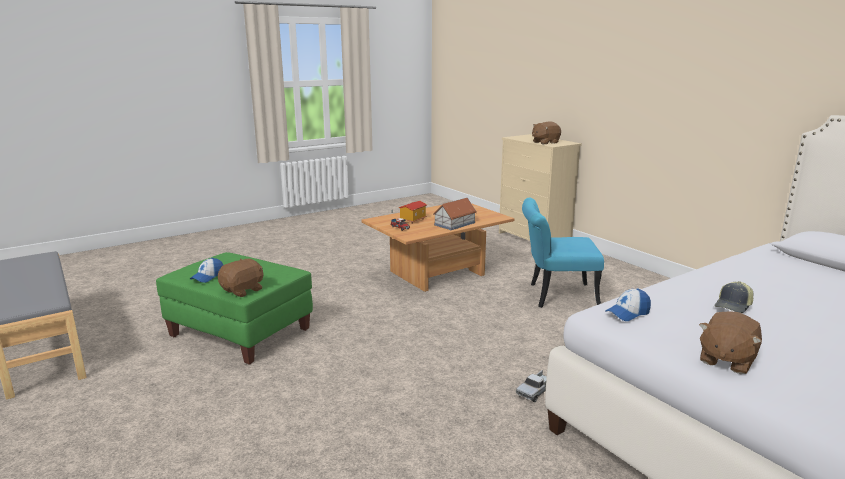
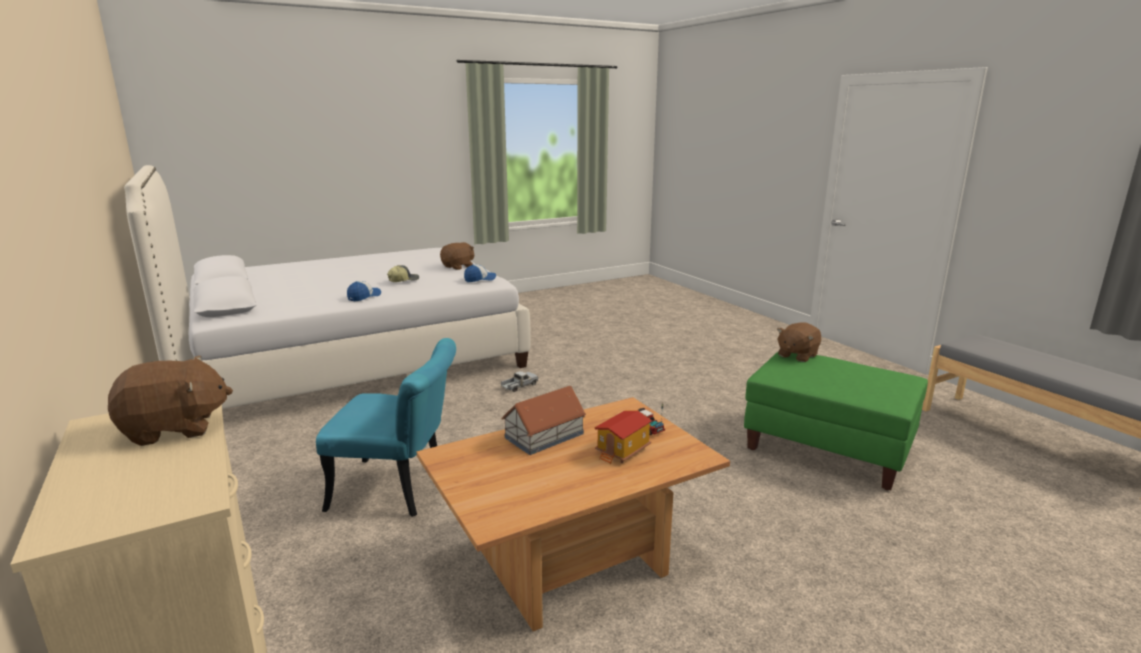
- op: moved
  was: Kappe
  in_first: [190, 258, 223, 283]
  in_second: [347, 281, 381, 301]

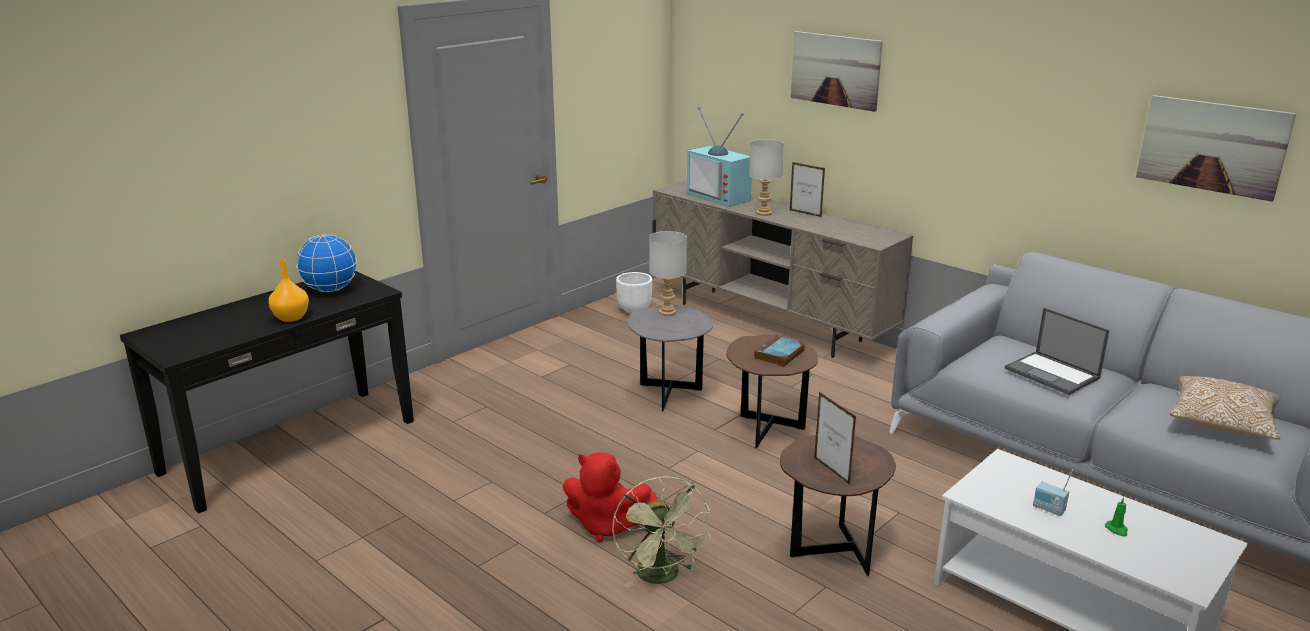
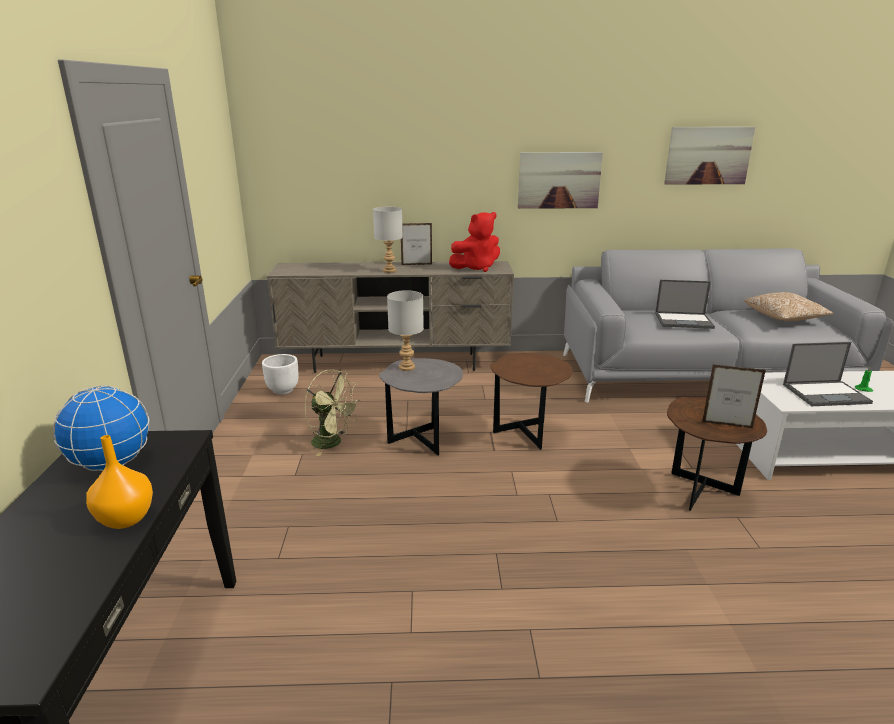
- op: moved
  was: Bild
  in_first: [791, 31, 883, 112]
  in_second: [518, 152, 603, 209]
- op: removed
  was: Fernseher
  in_first: [687, 106, 752, 207]
- op: removed
  was: Buch
  in_first: [755, 335, 805, 367]
- op: moved
  was: Plüschtier (rot)
  in_first: [563, 452, 658, 542]
  in_second: [449, 212, 500, 272]
- op: replaced
  was: Radio
  now: Laptop
  in_first: [1033, 469, 1073, 516]
  in_second: [783, 342, 873, 406]
- op: moved
  was: Ventilator (grün)
  in_first: [612, 476, 711, 588]
  in_second: [304, 369, 361, 456]

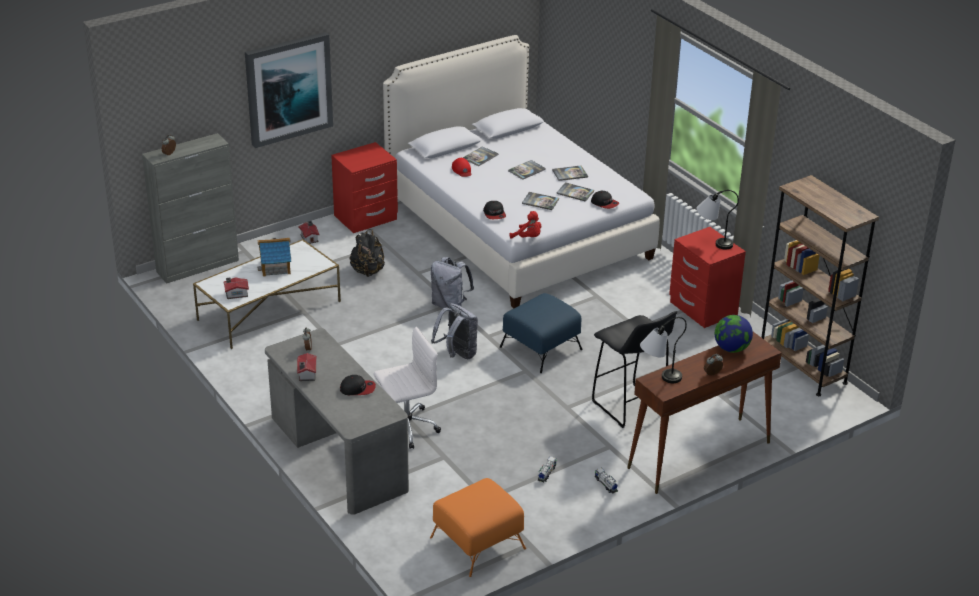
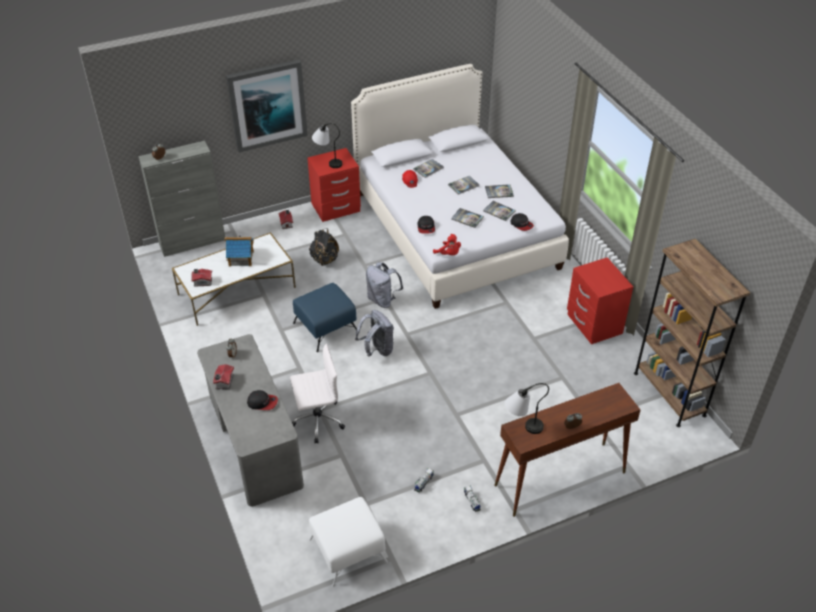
- op: moved
  was: Tischlampe
  in_first: [696, 190, 739, 250]
  in_second: [312, 123, 342, 168]
- op: moved
  was: Polsterhocker (blau)
  in_first: [500, 293, 583, 373]
  in_second: [293, 283, 357, 352]
- op: removed
  was: Hocker (schwarz)
  in_first: [592, 311, 677, 428]
- op: removed
  was: Globus
  in_first: [715, 315, 753, 353]
- op: recoloured
  was: Polsterhocker (orange)
  now: Polsterhocker (weiß)
  in_first: [430, 478, 526, 577]
  in_second: [309, 497, 388, 587]

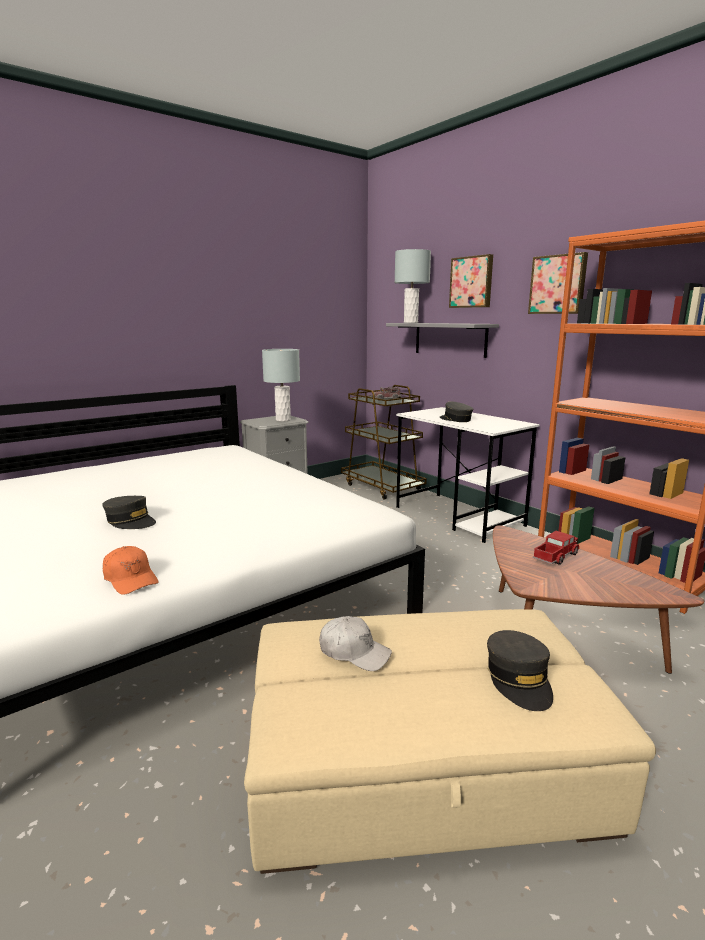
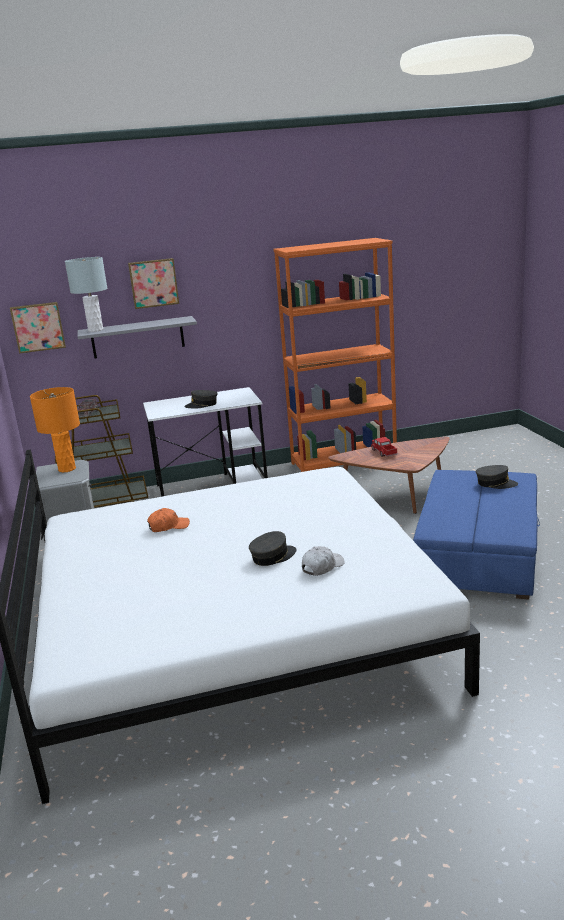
- op: moved
  was: Bild
  in_first: [528, 252, 588, 314]
  in_second: [10, 302, 66, 354]
- op: recoloured
  was: Tischlampe (grau)
  now: Tischlampe (orange)
  in_first: [262, 349, 300, 421]
  in_second: [30, 387, 80, 472]
- op: moved
  was: Kappe (orange)
  in_first: [103, 546, 158, 595]
  in_second: [147, 508, 190, 532]
- op: recoloured
  was: Polsterhocker (beige)
  now: Polsterhocker (blau)
  in_first: [244, 609, 656, 874]
  in_second: [413, 470, 540, 600]
- op: moved
  was: Kappe (weiß)
  in_first: [319, 616, 392, 671]
  in_second: [302, 546, 345, 576]

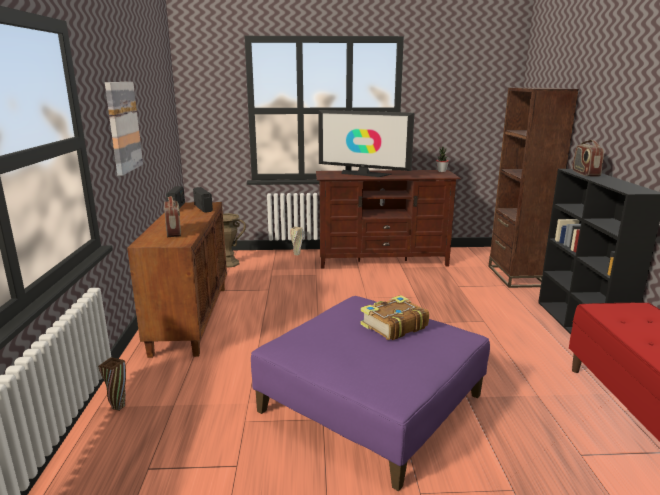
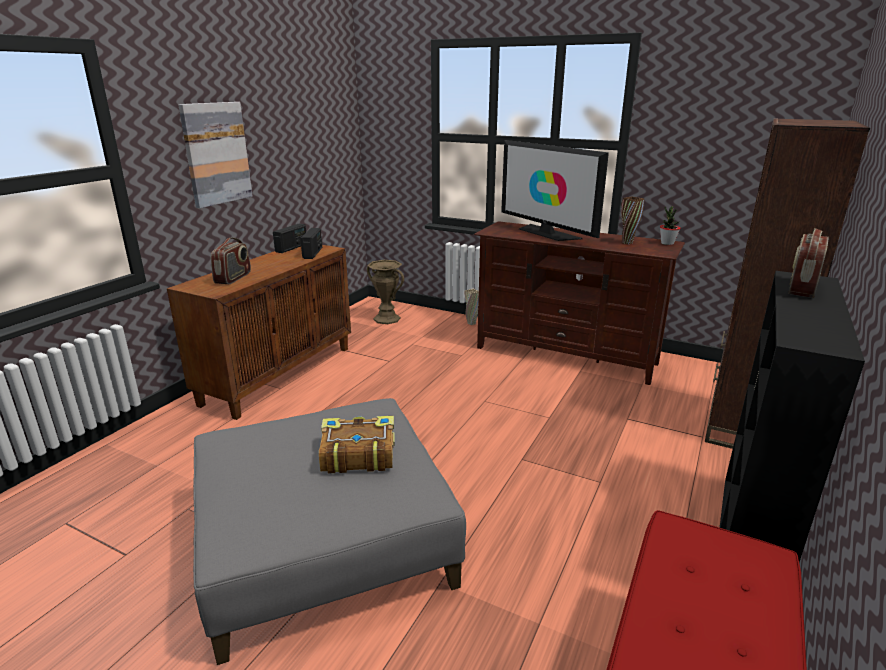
- op: recoloured
  was: Polsterhocker (lila)
  now: Polsterhocker (grau)
  in_first: [251, 296, 490, 491]
  in_second: [193, 398, 466, 665]
- op: moved
  was: Vase (braun)
  in_first: [98, 357, 126, 411]
  in_second: [621, 196, 644, 245]

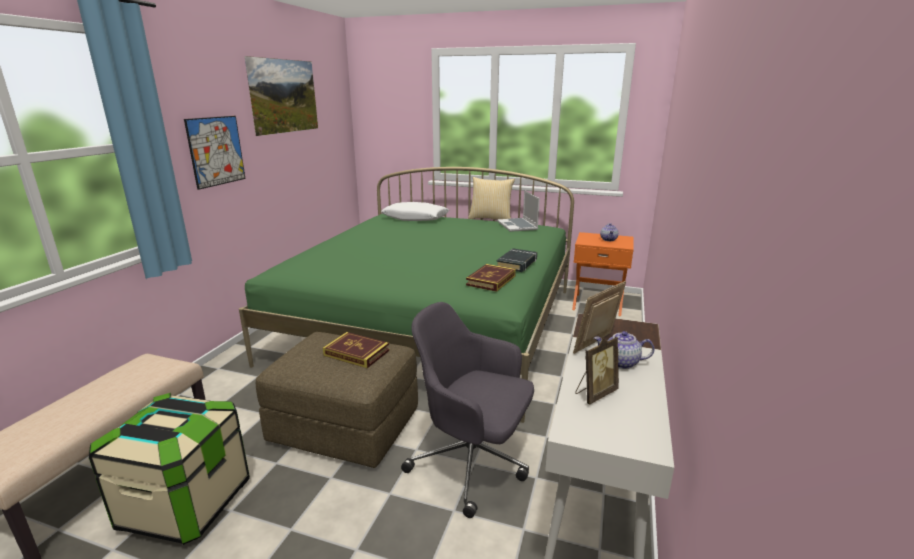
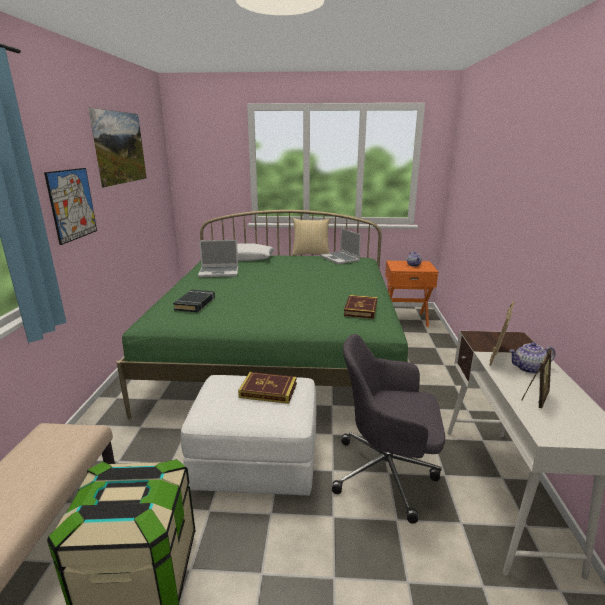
- op: moved
  was: Buch (schwarz)
  in_first: [497, 248, 537, 272]
  in_second: [173, 290, 215, 312]
- op: recoloured
  was: Polsterhocker (braun)
  now: Polsterhocker (weiß)
  in_first: [256, 332, 418, 468]
  in_second: [181, 375, 316, 496]
- op: added
  now: Laptop
  in_second: [198, 240, 238, 277]

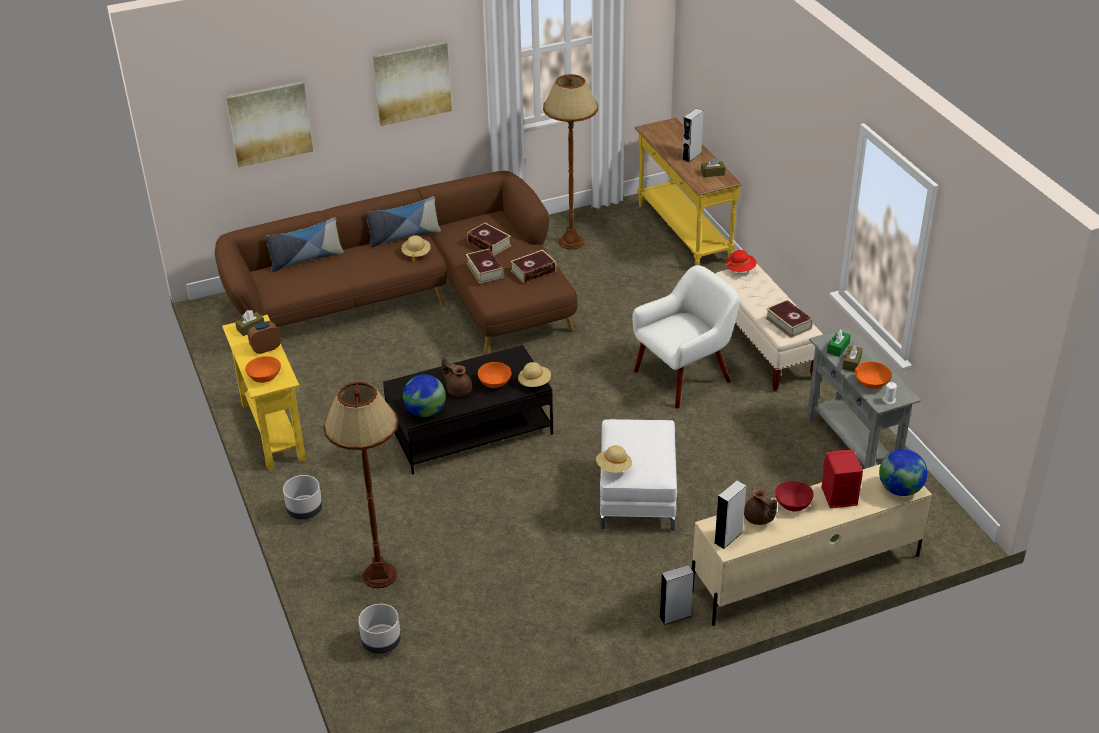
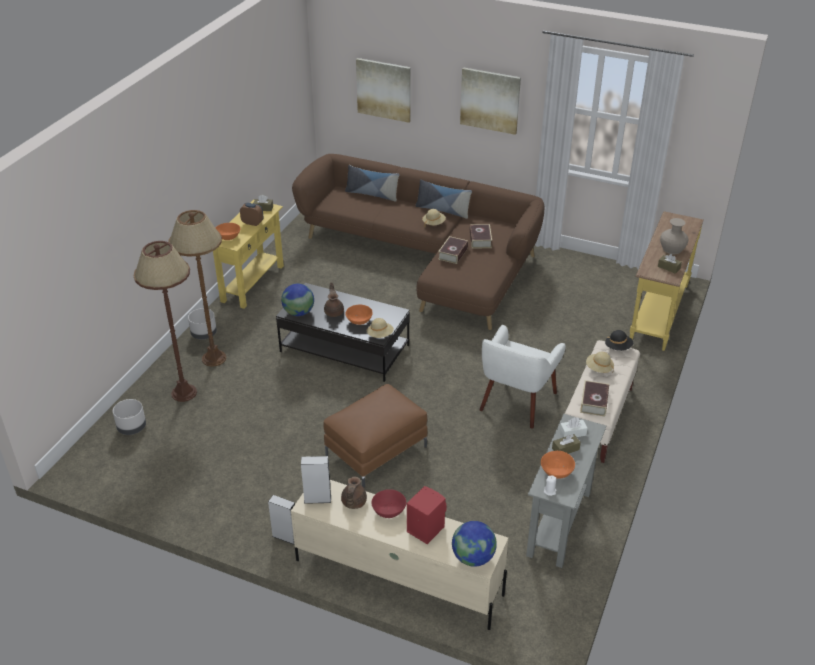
- op: moved
  was: Stehlampe (braun)
  in_first: [543, 74, 598, 250]
  in_second: [168, 210, 226, 367]
- op: replaced
  was: Lautsprecher (grau)
  now: Vase (beige)
  in_first: [682, 108, 704, 162]
  in_second: [660, 218, 688, 254]
- op: removed
  was: Buch
  in_first: [510, 250, 556, 283]
- op: recoloured
  was: Hut (rot)
  now: Hut (schwarz)
  in_first: [725, 250, 756, 272]
  in_second: [605, 330, 633, 351]
- op: turned
  was: Sessel (weiß)
  in_first: [632, 265, 739, 409]
  in_second: [479, 325, 566, 429]
  clockwise: 105
- op: recoloured
  was: Taschentuchbox (grün)
  now: Taschentuchbox (weiß)
  in_first: [827, 330, 851, 357]
  in_second: [559, 417, 588, 437]
- op: recoloured
  was: Polsterhocker (weiß)
  now: Polsterhocker (braun)
  in_first: [600, 419, 677, 531]
  in_second: [323, 384, 428, 488]
- op: moved
  was: Hut (beige)
  in_first: [596, 445, 632, 473]
  in_second: [586, 352, 614, 373]

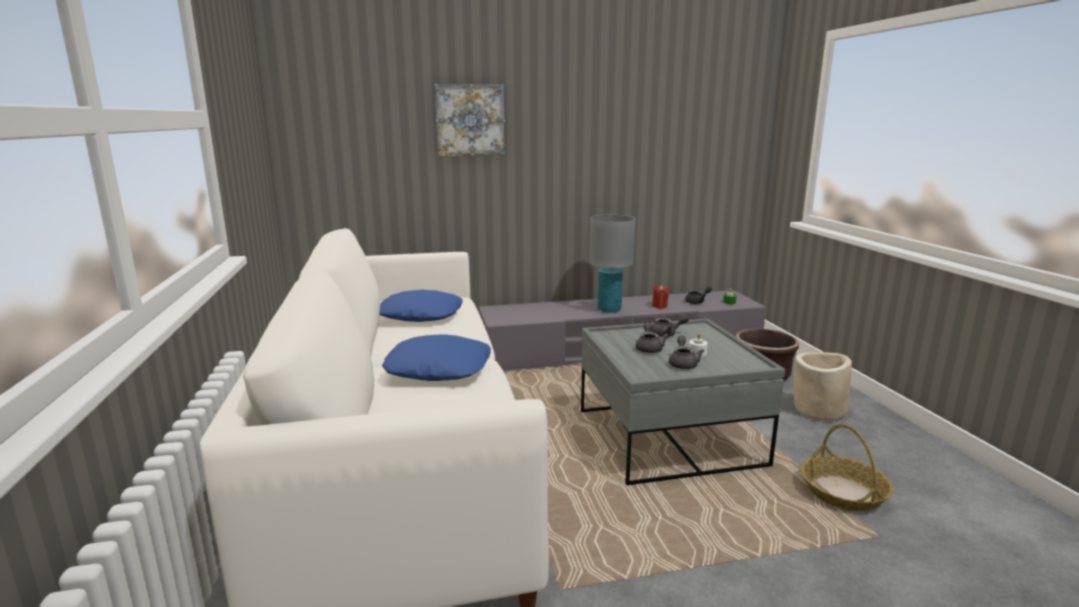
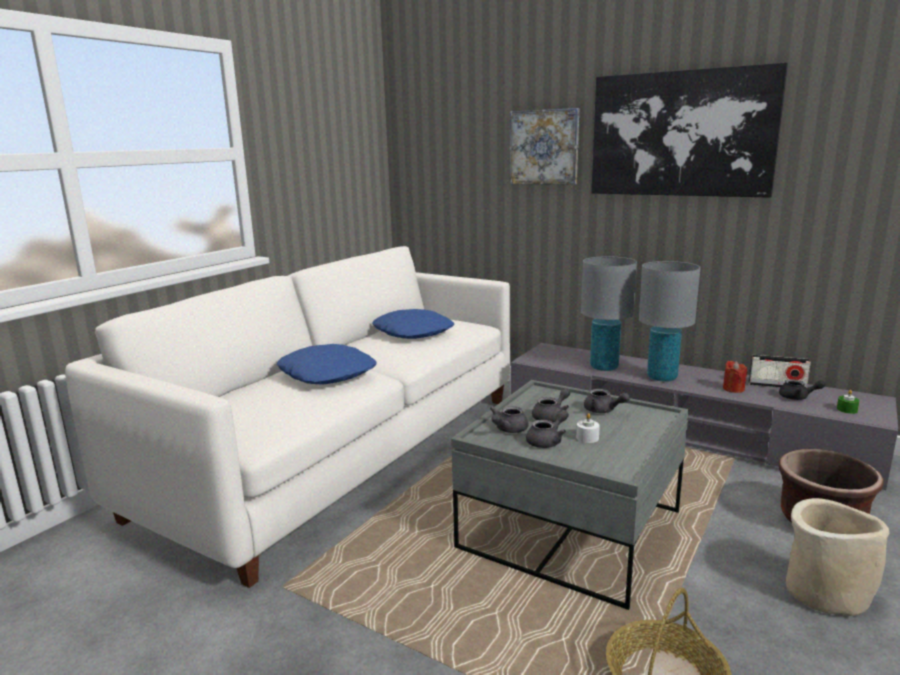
- op: added
  now: Bild
  in_second: [591, 62, 788, 198]
- op: added
  now: Tischlampe (grau)
  in_second: [581, 256, 637, 371]
- op: added
  now: Radio
  in_second: [749, 355, 811, 388]
- op: added
  now: Teekanne (grau)
  in_second: [490, 406, 528, 433]

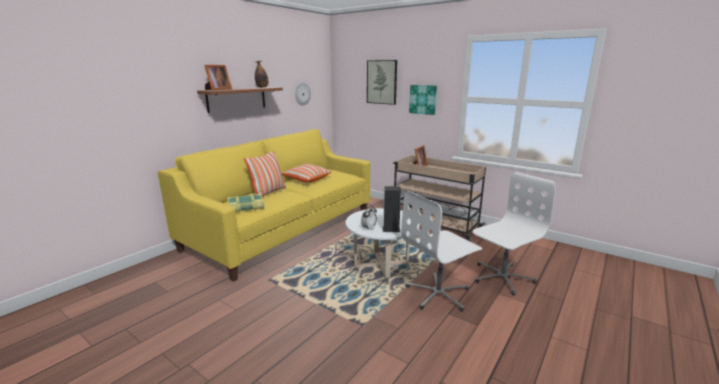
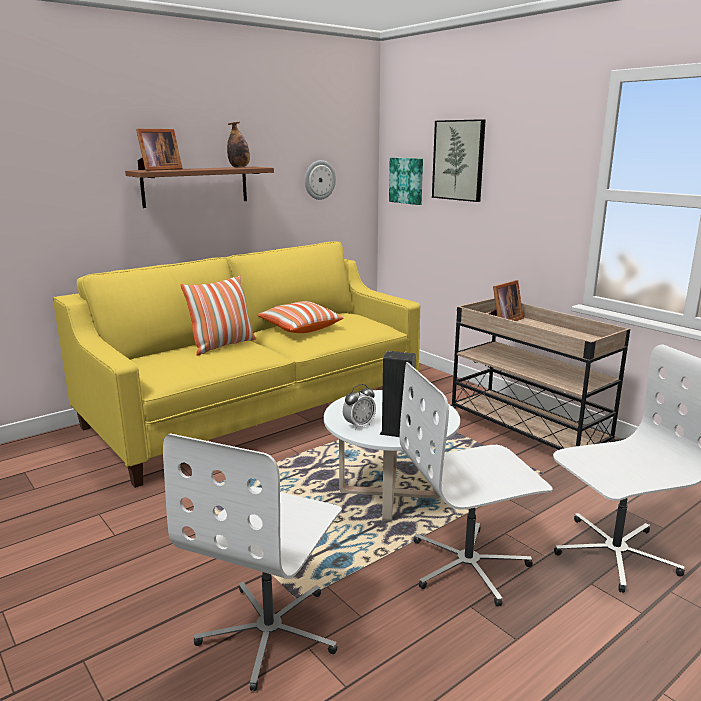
- op: moved
  was: Bild
  in_first: [409, 85, 437, 115]
  in_second: [389, 158, 423, 205]
- op: removed
  was: Buch
  in_first: [227, 194, 264, 212]
- op: added
  now: Bürostuhl (weiß)
  in_second: [163, 433, 342, 691]

